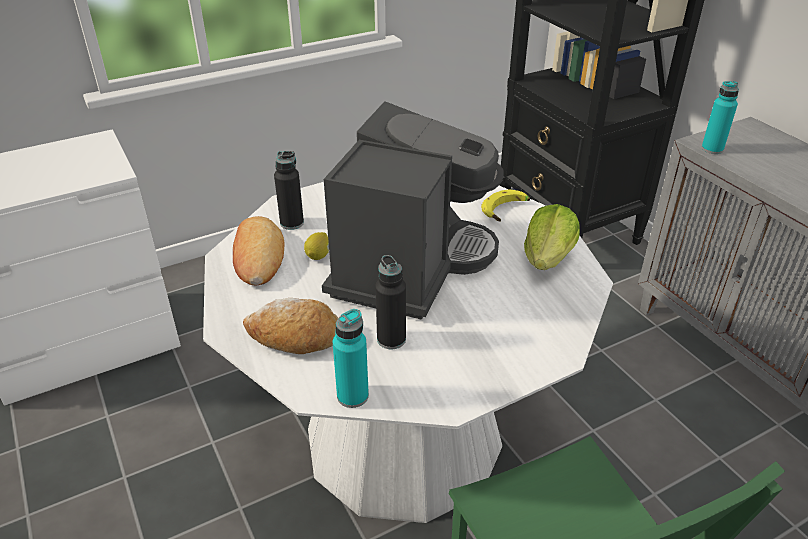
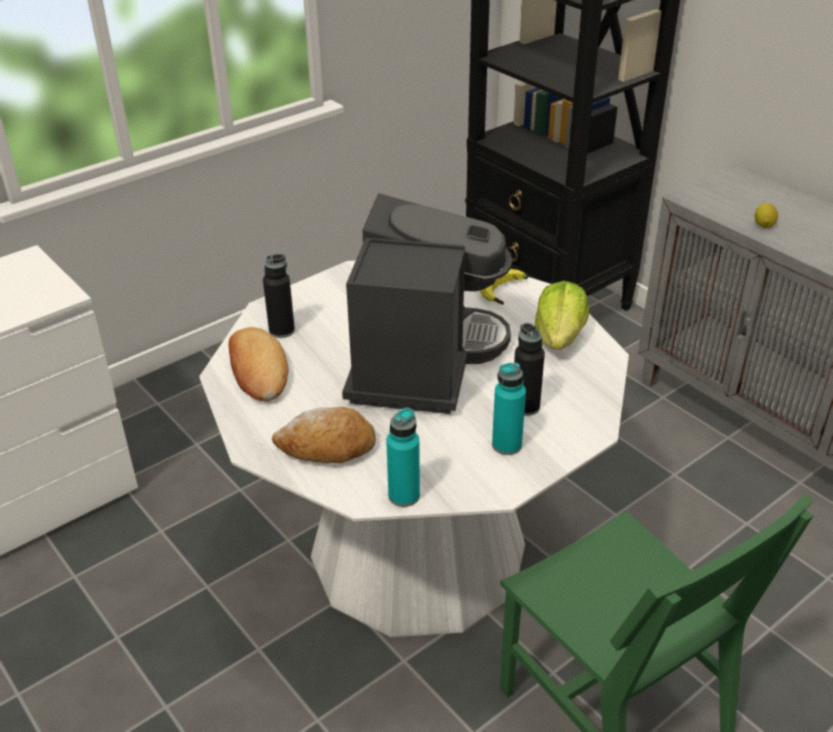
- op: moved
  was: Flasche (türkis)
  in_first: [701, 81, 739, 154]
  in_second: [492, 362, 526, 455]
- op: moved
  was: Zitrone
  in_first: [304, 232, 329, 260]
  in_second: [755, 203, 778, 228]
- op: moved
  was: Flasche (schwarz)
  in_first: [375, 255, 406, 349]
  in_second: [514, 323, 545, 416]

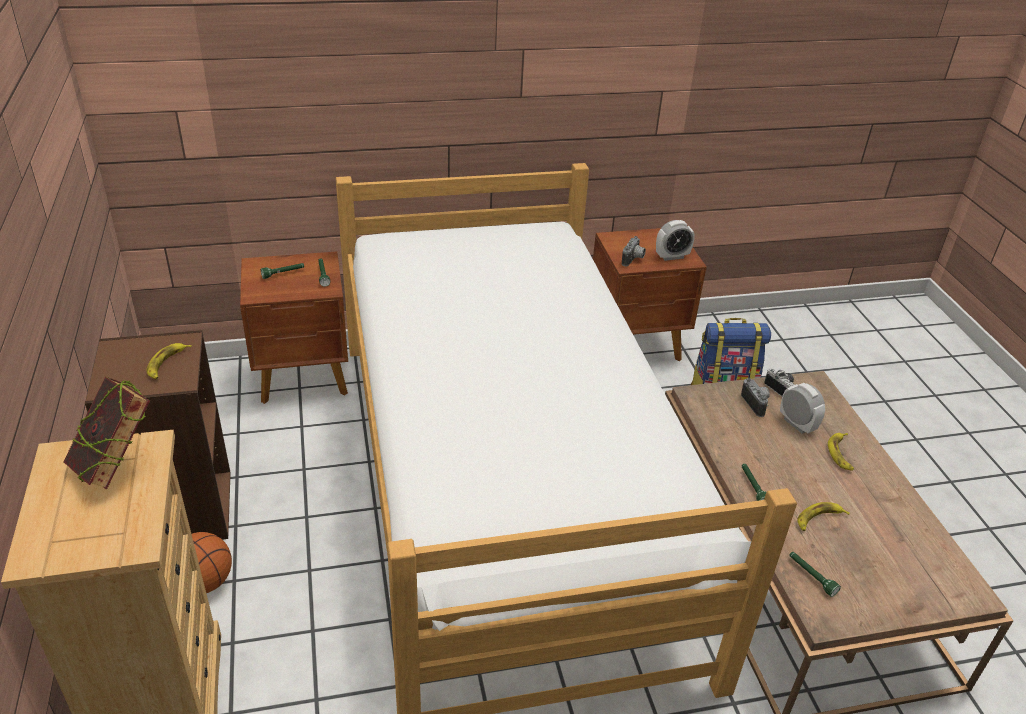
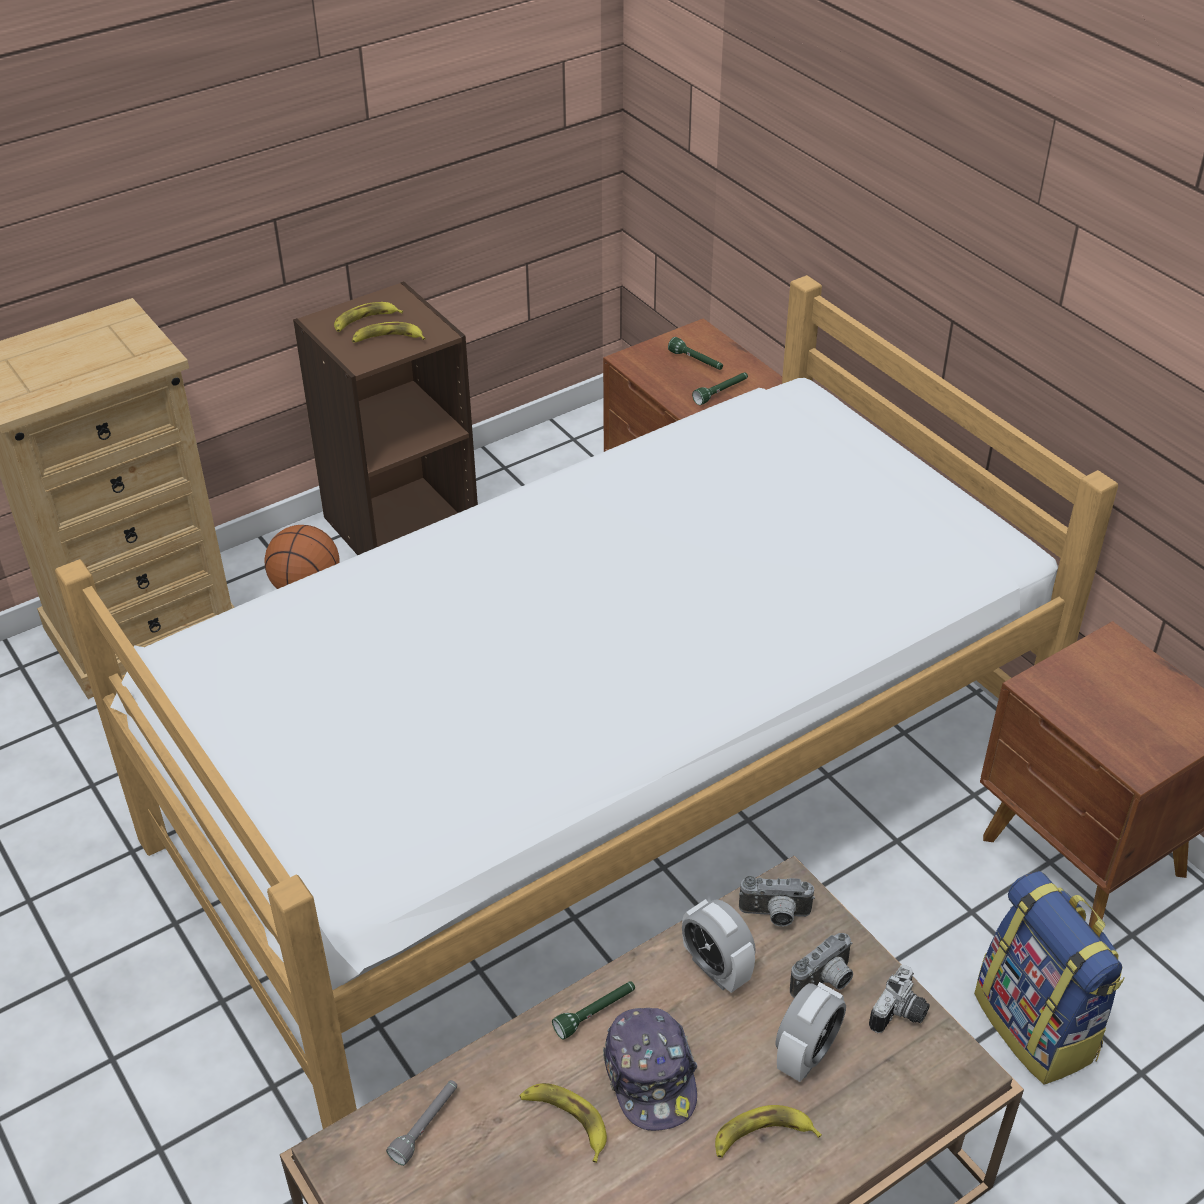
- op: moved
  was: Wecker
  in_first: [656, 220, 695, 261]
  in_second: [682, 899, 756, 993]
- op: moved
  was: Kamera
  in_first: [622, 236, 646, 266]
  in_second: [739, 876, 815, 927]
- op: removed
  was: Buch
  in_first: [63, 377, 150, 489]
- op: recoloured
  was: Taschenlampe (grün)
  now: Taschenlampe (grau)
  in_first: [789, 552, 841, 597]
  in_second: [386, 1080, 457, 1166]
- op: added
  now: Banane
  in_second: [334, 302, 403, 332]
- op: added
  now: Kappe
  in_second: [603, 1008, 697, 1131]

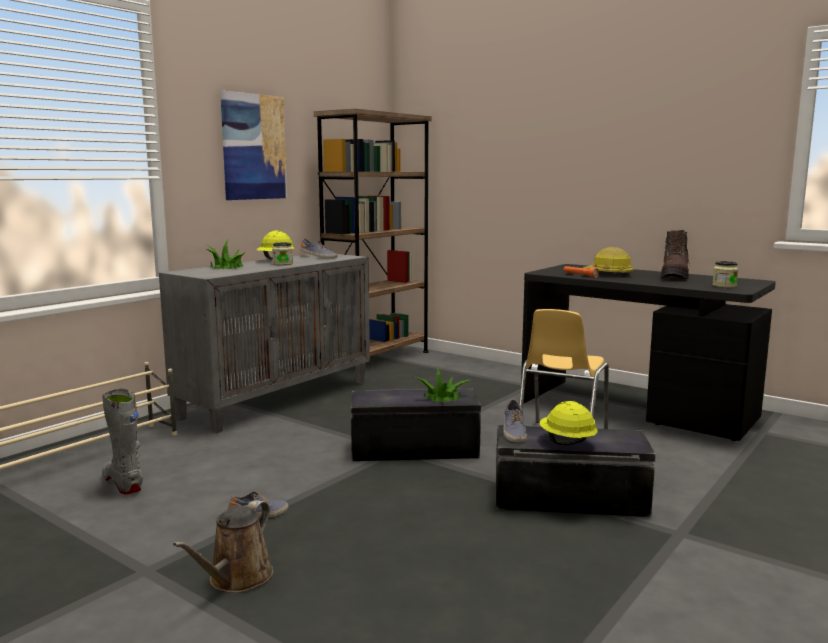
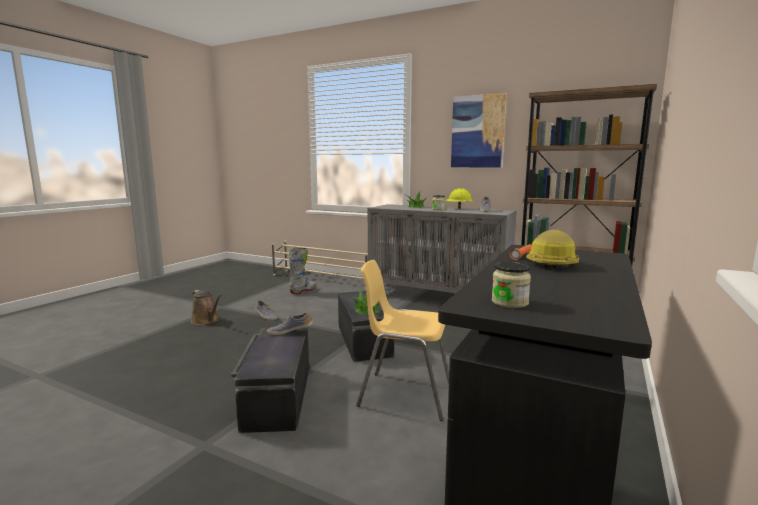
- op: removed
  was: Stiefel (braun)
  in_first: [660, 230, 691, 279]
- op: removed
  was: Schutzhelm (gelb)
  in_first: [540, 401, 598, 445]
- op: turned
  was: Gießkanne (braun)
  in_first: [173, 500, 274, 593]
  in_second: [191, 290, 221, 325]
  clockwise: -150

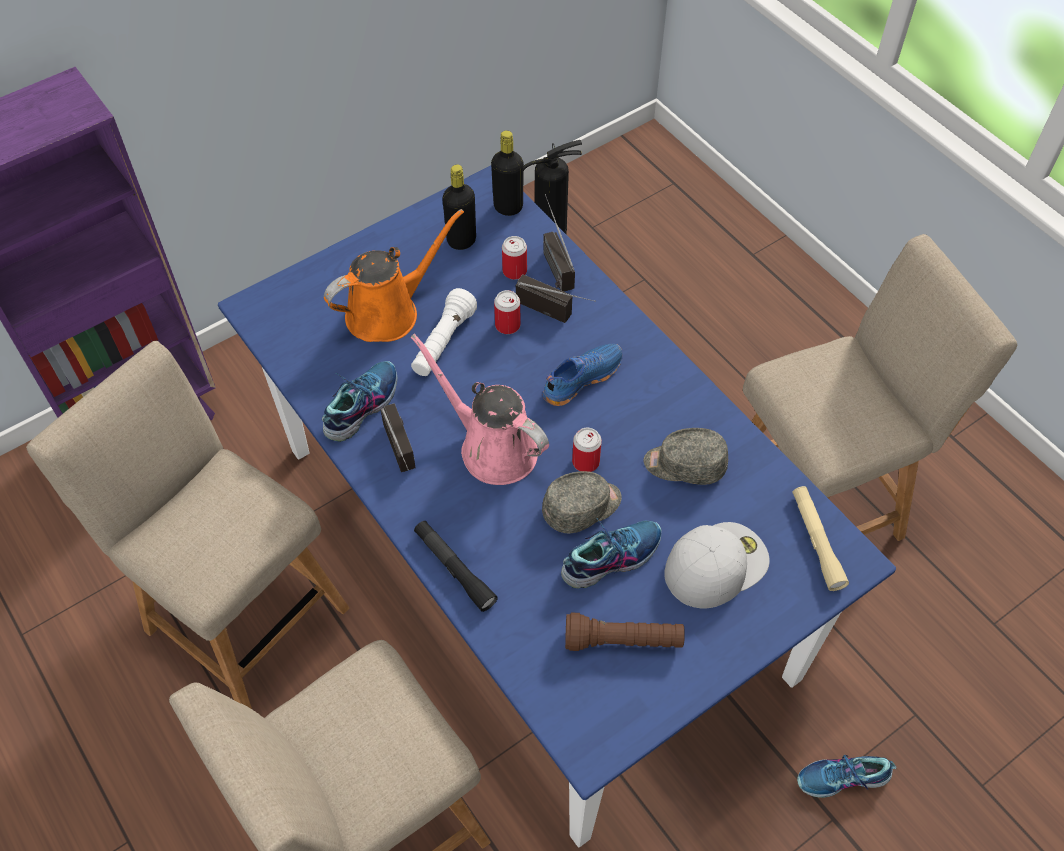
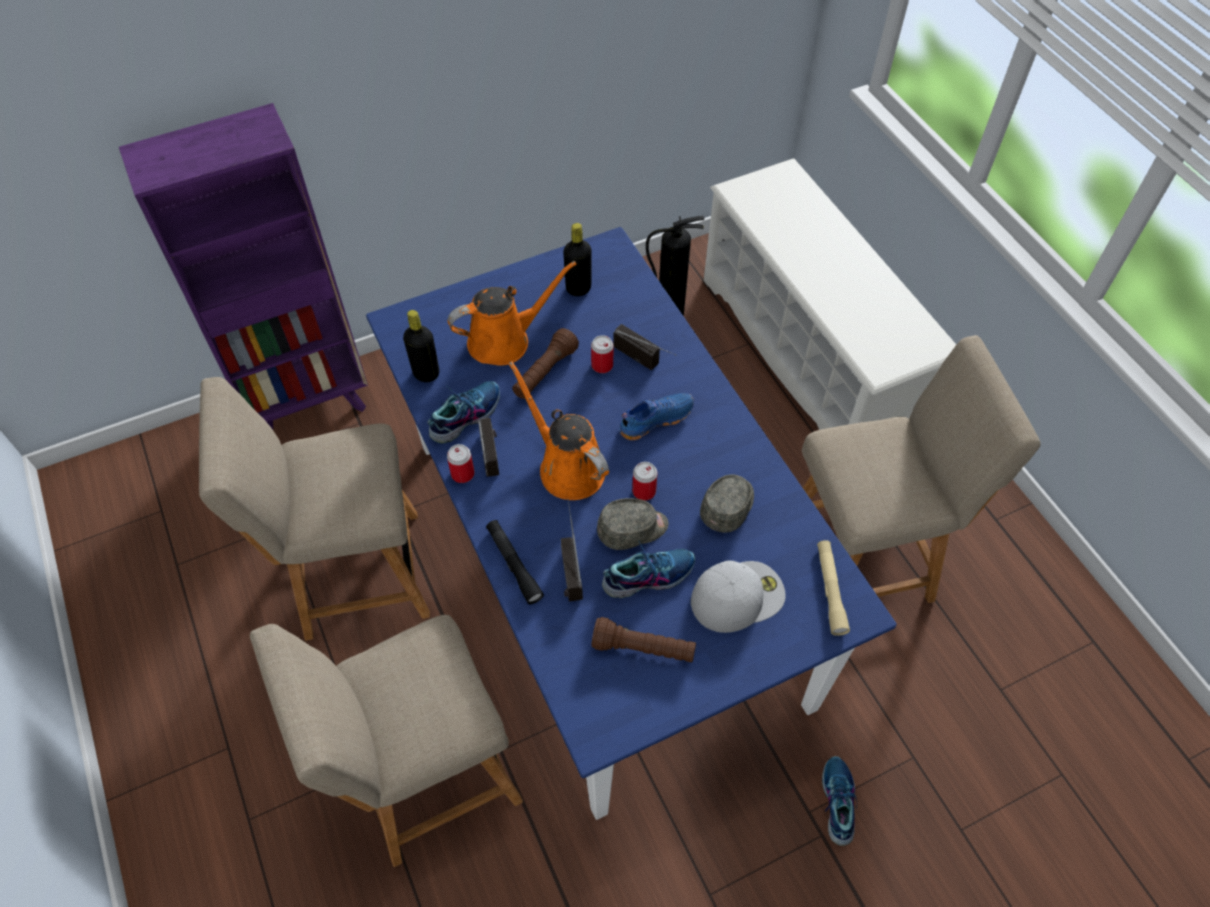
- op: moved
  was: Flasche (schwarz)
  in_first: [491, 130, 524, 216]
  in_second: [403, 310, 439, 382]
- op: moved
  was: Radio
  in_first: [543, 194, 575, 292]
  in_second: [561, 499, 583, 602]
- op: moved
  was: Dose
  in_first: [502, 236, 527, 280]
  in_second: [447, 444, 475, 483]
- op: recoloured
  was: Taschenlampe (weiß)
  now: Taschenlampe (braun)
  in_first: [411, 288, 477, 376]
  in_second: [512, 328, 579, 399]
- op: recoloured
  was: Gießkanne (rosa)
  now: Gießkanne (orange)
  in_first: [410, 334, 549, 485]
  in_second: [508, 361, 609, 500]
- op: turned
  was: Stuhl (beige)
  in_first: [26, 341, 349, 709]
  in_second: [199, 377, 430, 641]
  clockwise: -60
- op: turned
  was: Kappe (grau)
  in_first: [644, 428, 728, 485]
  in_second: [700, 475, 754, 533]
  clockwise: 105
- op: turned
  was: Schuh
  in_first: [797, 755, 897, 798]
  in_second: [822, 756, 857, 846]
  clockwise: 90
- op: added
  now: Schuhregal (weiß)
  in_second: [704, 158, 956, 430]

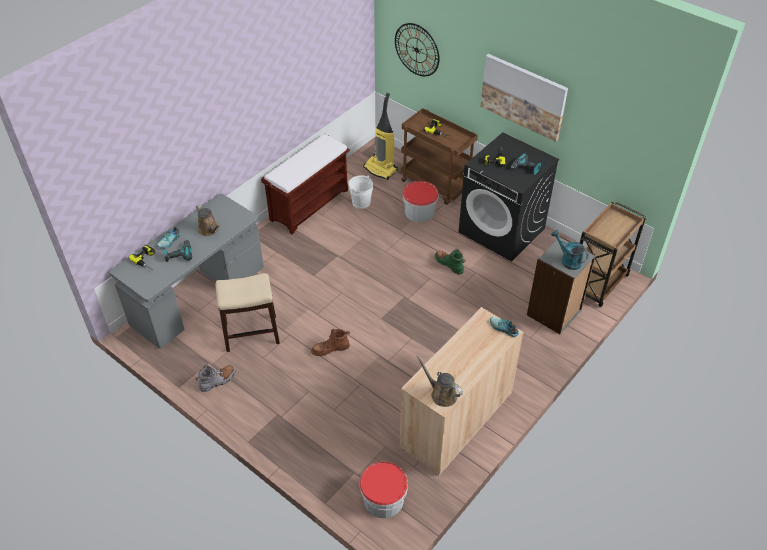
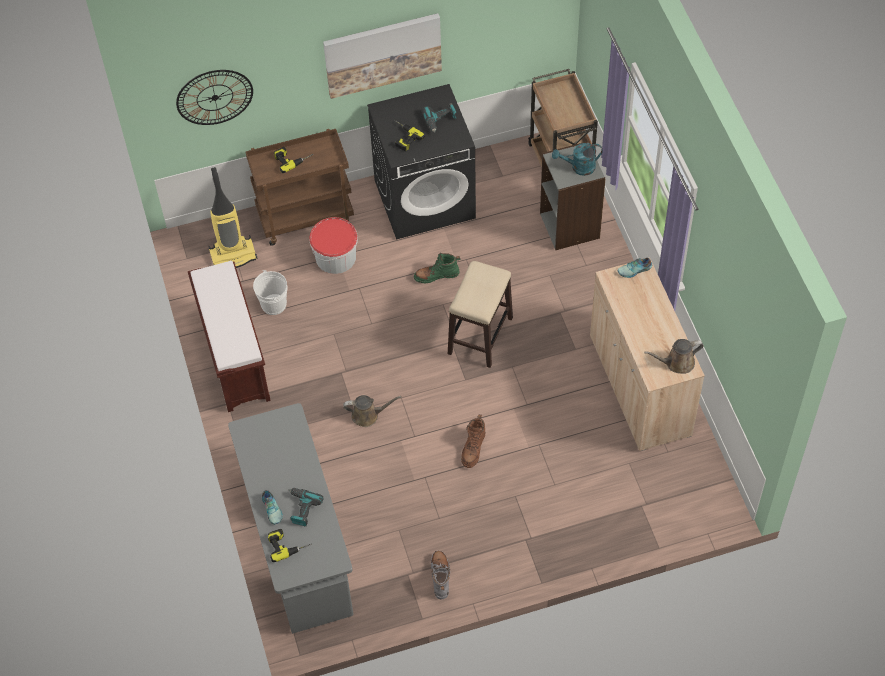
- op: moved
  was: Gießkanne (braun)
  in_first: [196, 205, 220, 236]
  in_second: [343, 395, 402, 427]
- op: moved
  was: Hocker
  in_first: [216, 273, 280, 352]
  in_second: [448, 261, 513, 368]
- op: removed
  was: Eimer
  in_first: [360, 461, 408, 518]

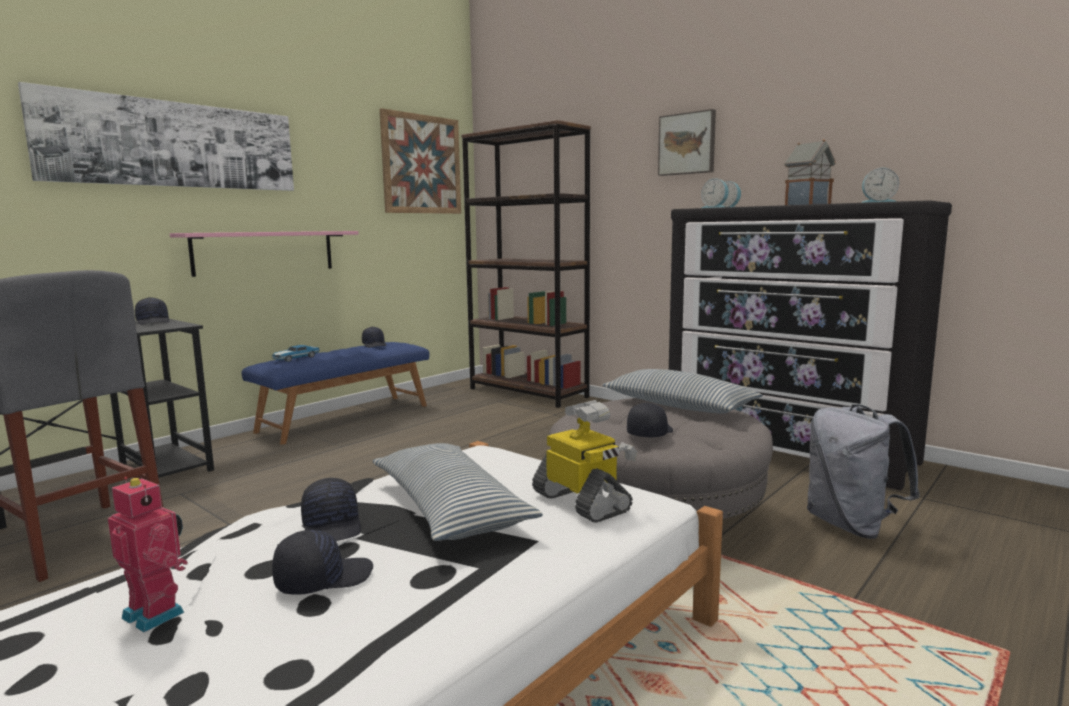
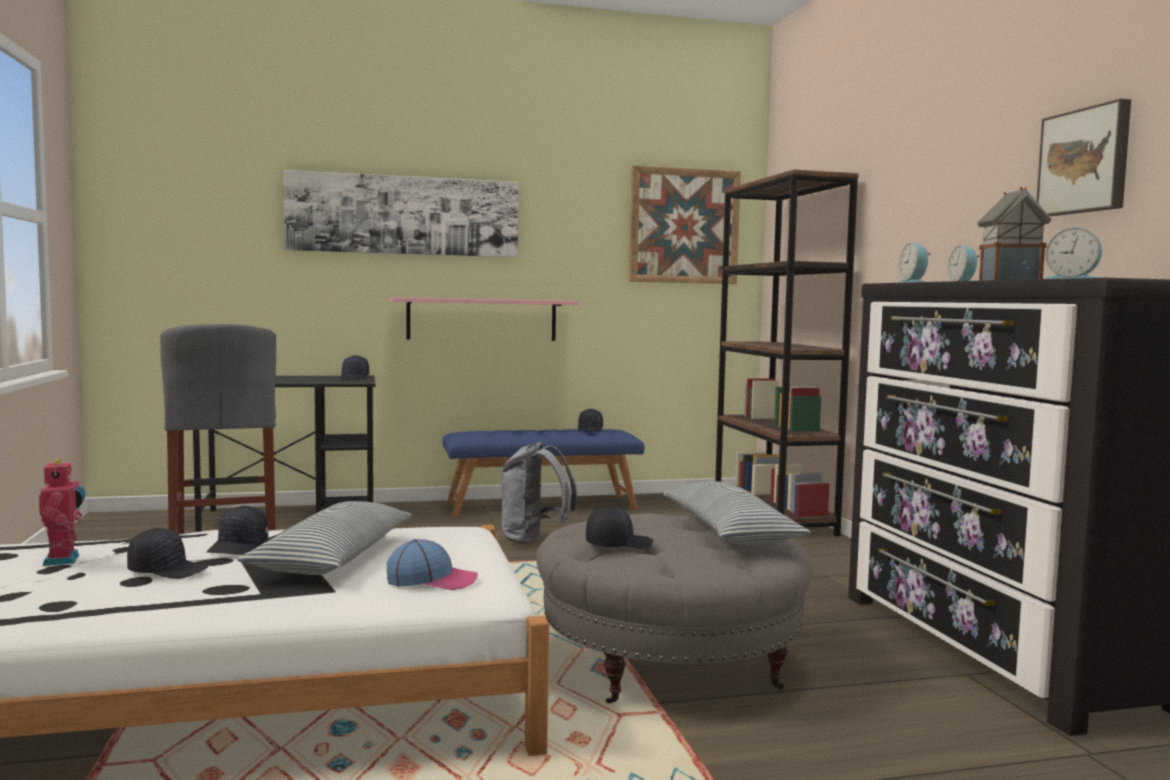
- op: moved
  was: Bild
  in_first: [658, 109, 716, 176]
  in_second: [1036, 99, 1131, 216]
- op: removed
  was: Spielzeugauto
  in_first: [272, 345, 320, 362]
- op: replaced
  was: Spielzeugroboter
  now: Kappe
  in_first: [532, 400, 637, 523]
  in_second: [387, 539, 478, 590]
- op: moved
  was: Rucksack (grau)
  in_first: [807, 404, 920, 539]
  in_second: [500, 441, 578, 544]

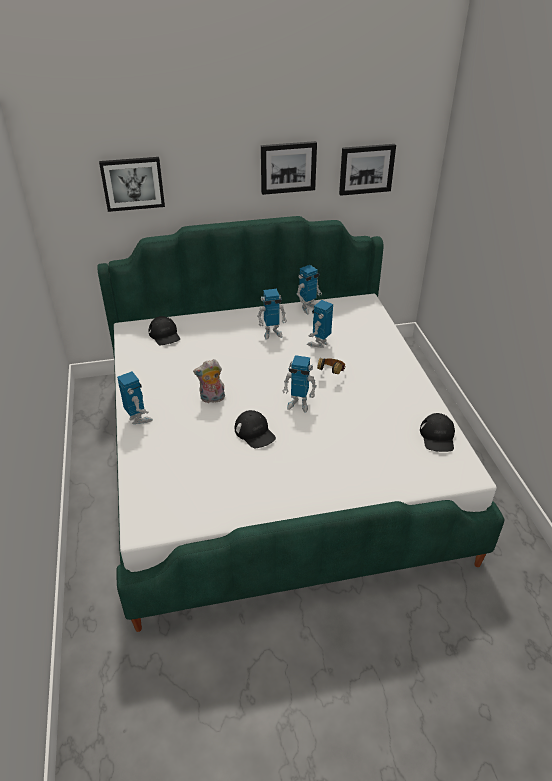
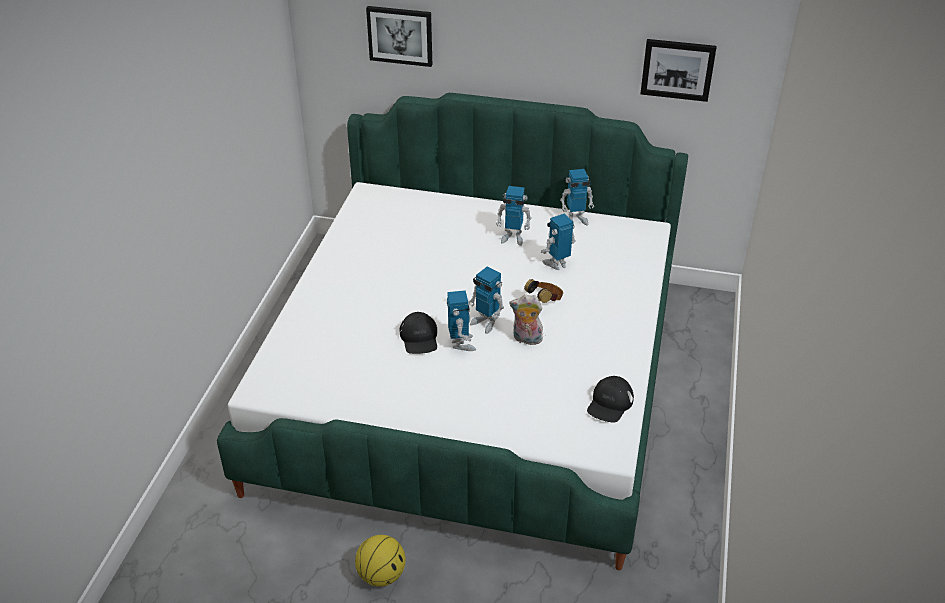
- op: removed
  was: Bild
  in_first: [261, 141, 317, 195]
- op: removed
  was: Kappe (schwarz)
  in_first: [148, 316, 180, 345]
- op: moved
  was: Plüschtier
  in_first: [193, 359, 225, 403]
  in_second: [509, 295, 543, 345]
- op: moved
  was: Spielzeugroboter
  in_first: [117, 371, 153, 424]
  in_second: [447, 290, 476, 351]
- op: added
  now: Basketball
  in_second: [355, 535, 406, 587]

